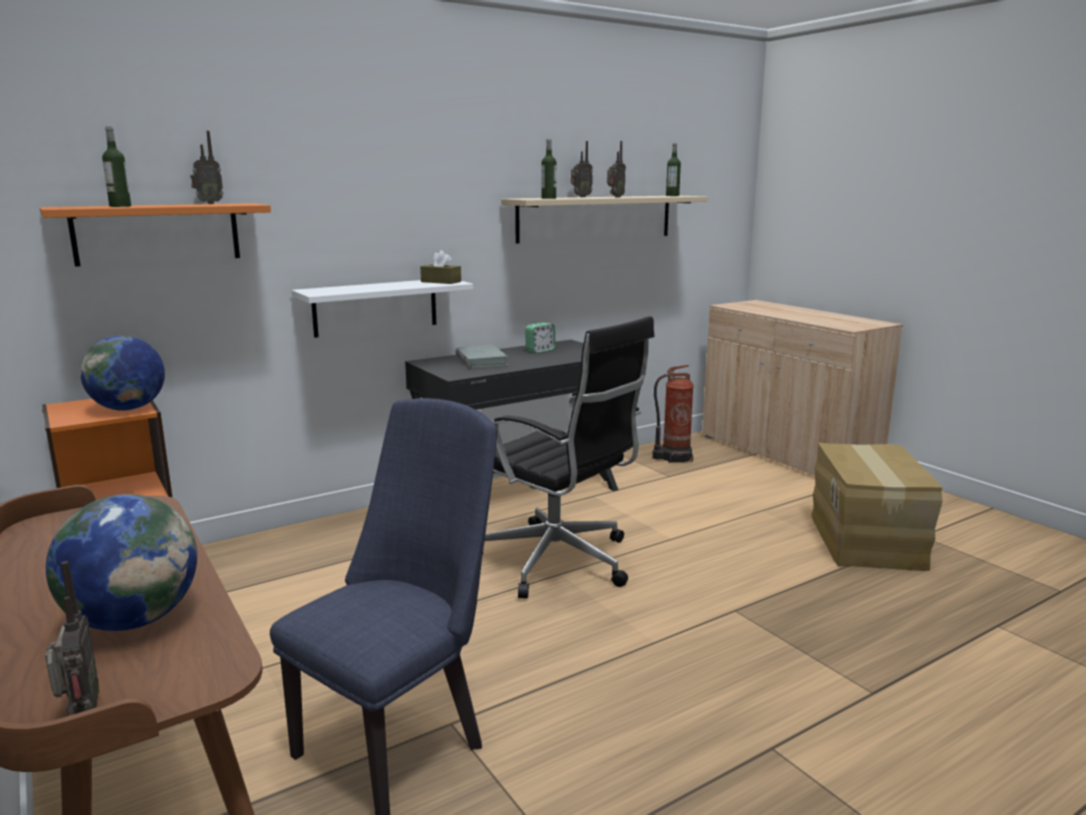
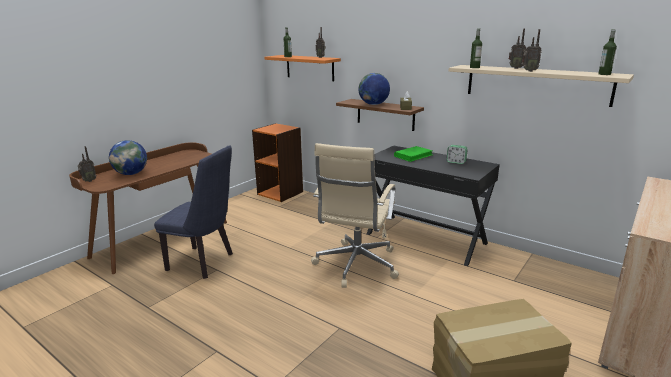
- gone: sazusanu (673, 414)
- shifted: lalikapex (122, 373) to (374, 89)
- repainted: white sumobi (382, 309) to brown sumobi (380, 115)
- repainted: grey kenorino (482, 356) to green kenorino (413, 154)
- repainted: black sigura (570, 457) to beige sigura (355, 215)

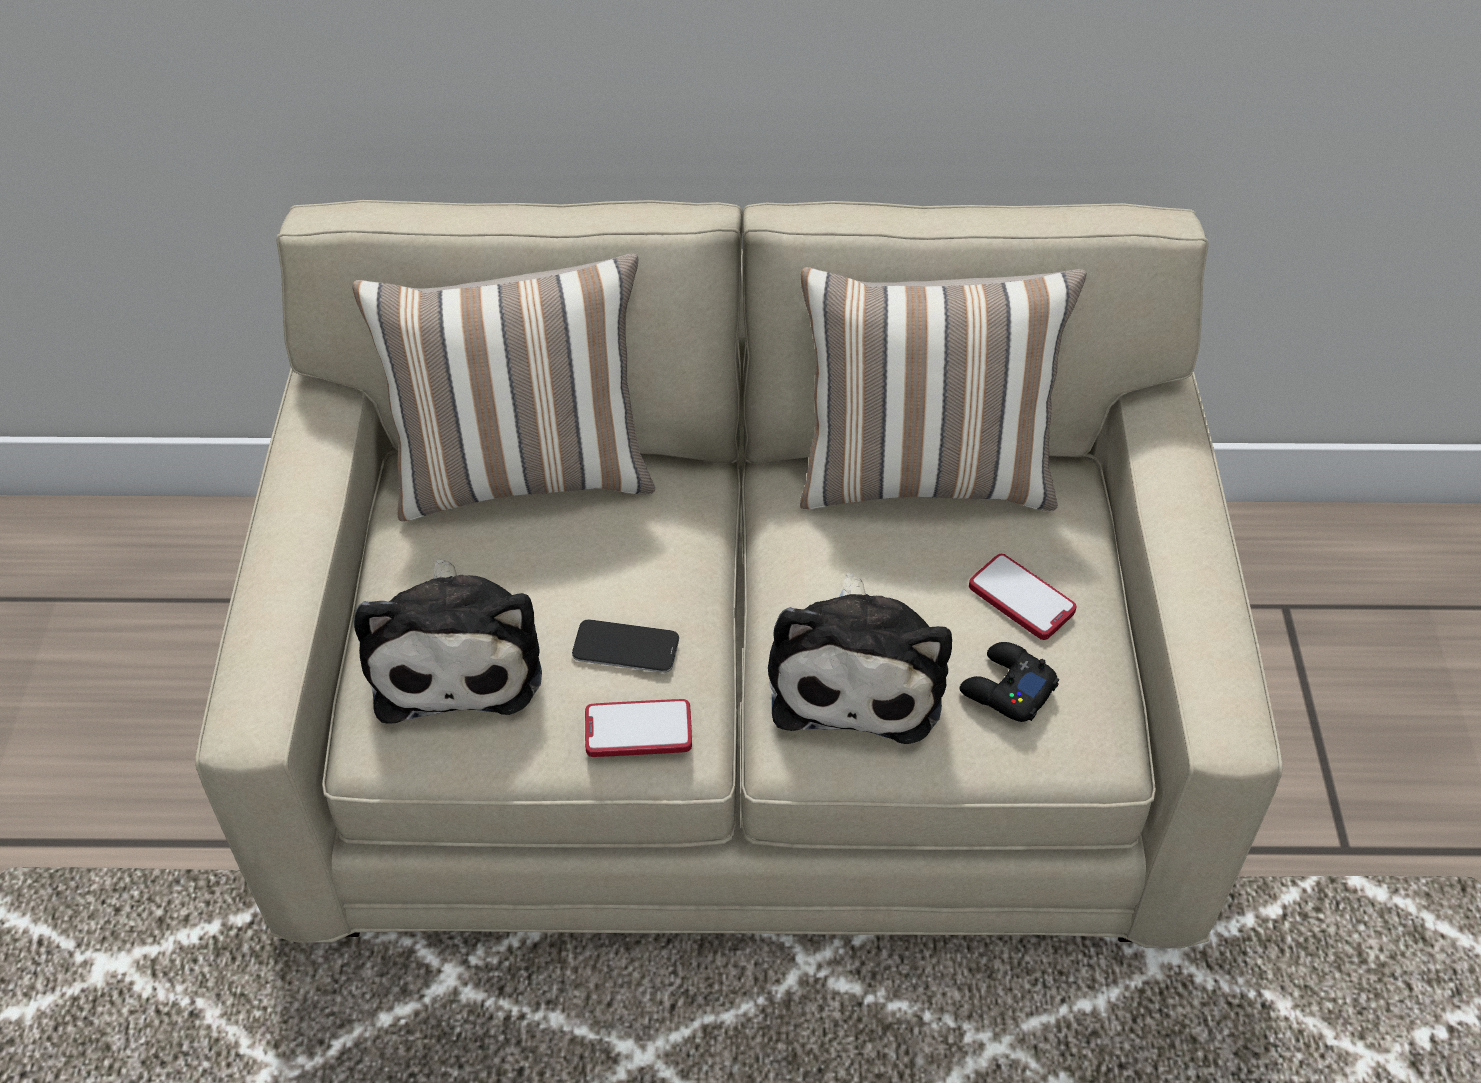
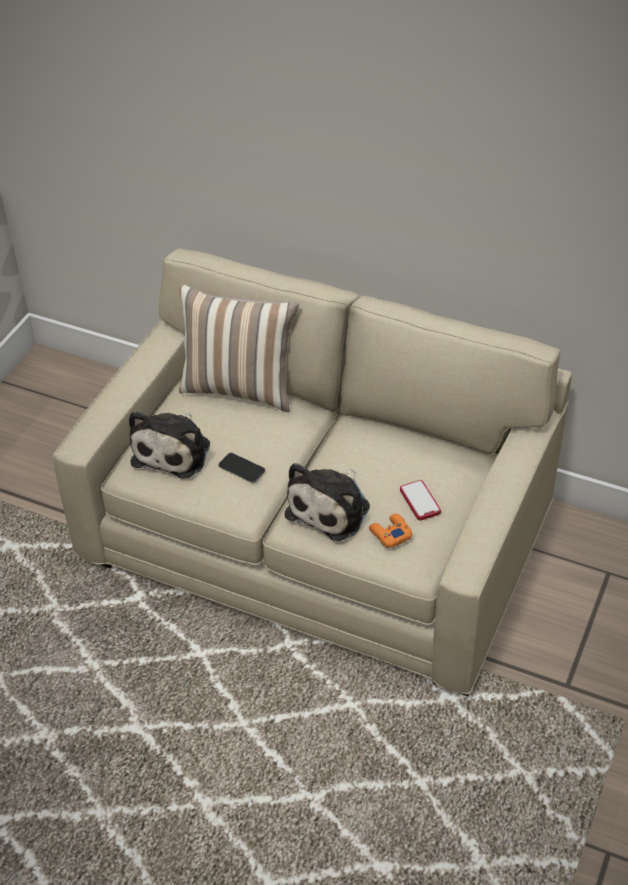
- gone: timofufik (638, 728)
- gone: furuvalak (943, 389)
- repainted: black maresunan (1009, 682) to orange maresunan (390, 531)

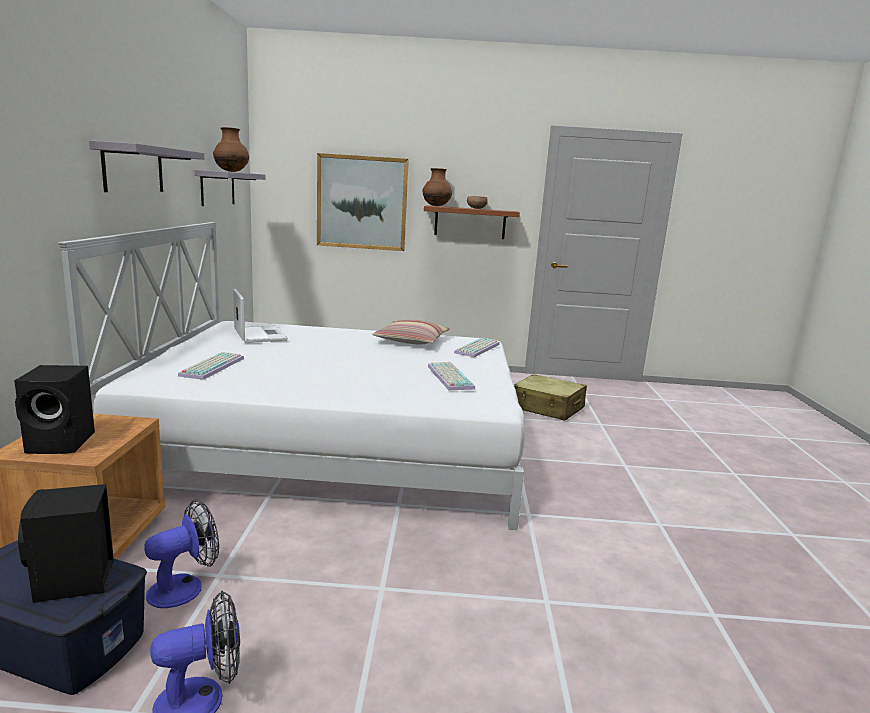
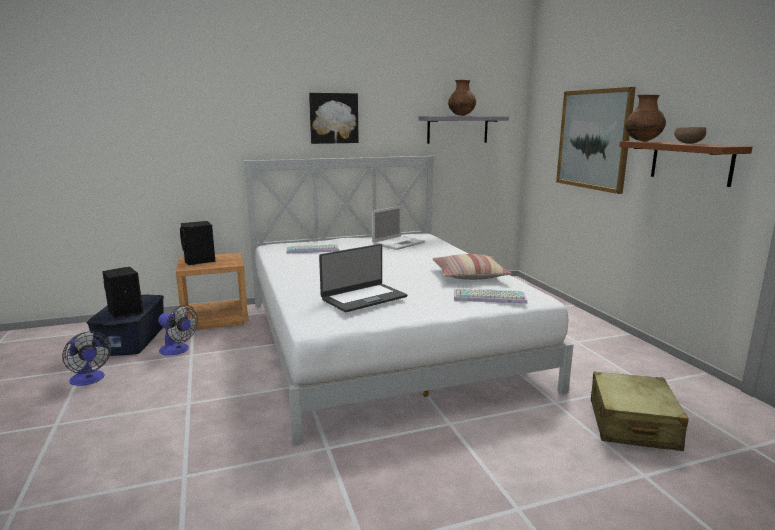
- swapped: grey sumobi (146, 166) to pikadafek (334, 118)
- swapped: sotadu (451, 376) to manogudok (363, 278)

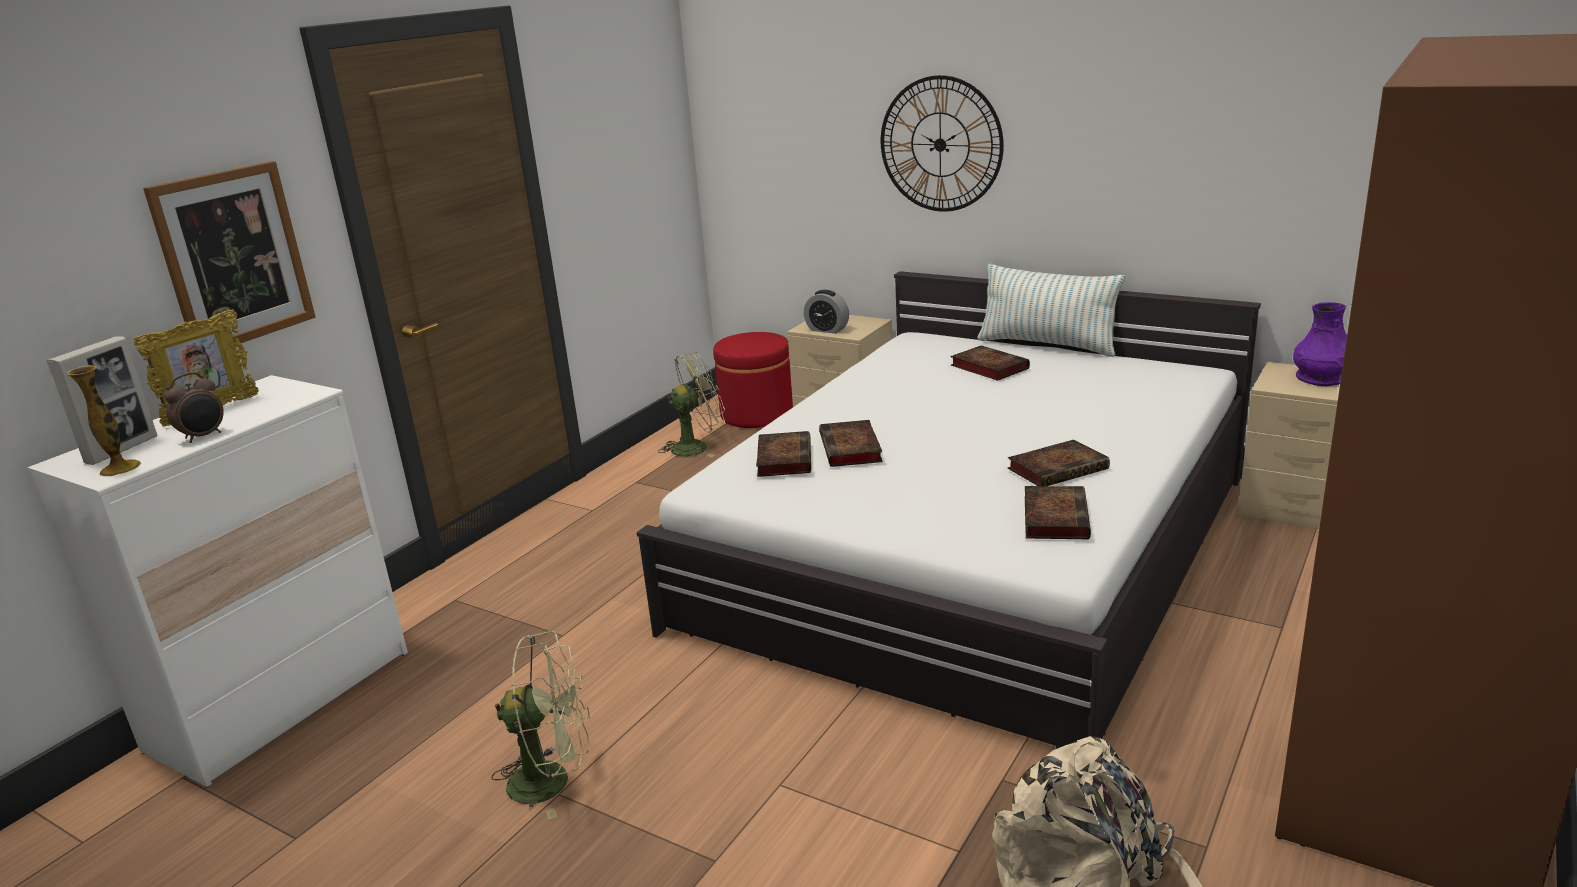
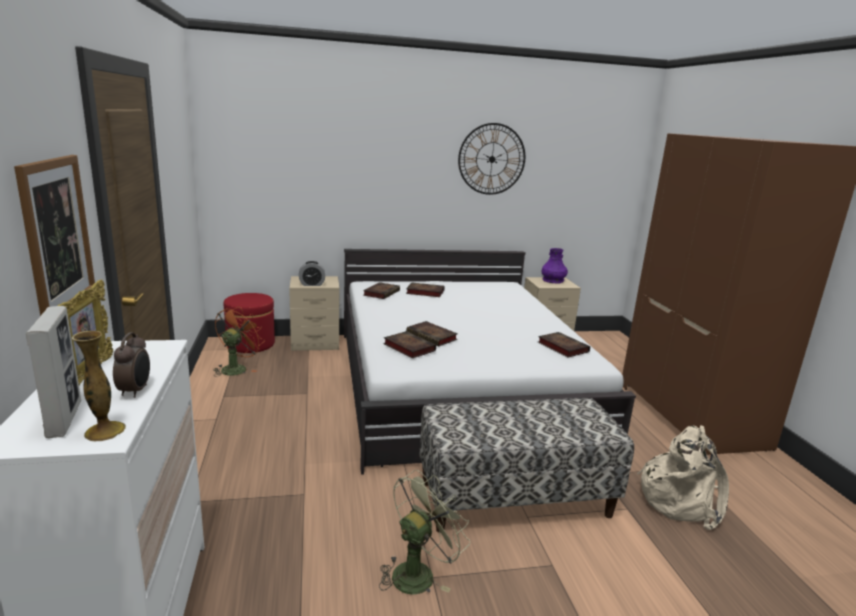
- gone: furuvalak (1051, 310)
- new: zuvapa (526, 465)
- shifted: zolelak (942, 143) to (491, 159)
- shifted: kenorino (1059, 463) to (381, 290)
- repainted: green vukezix (691, 404) to orange vukezix (239, 341)

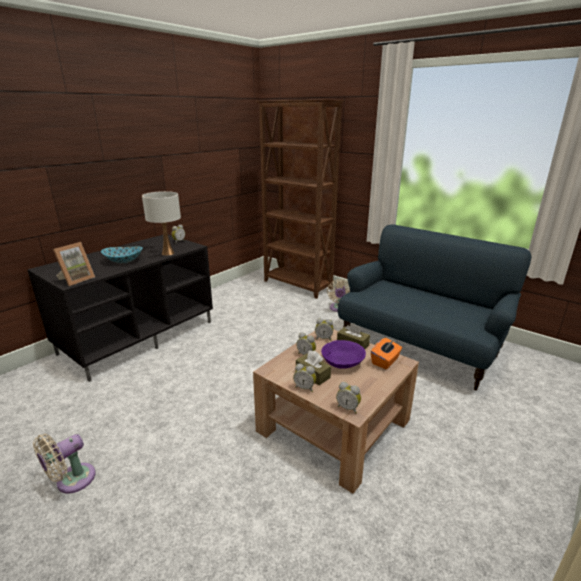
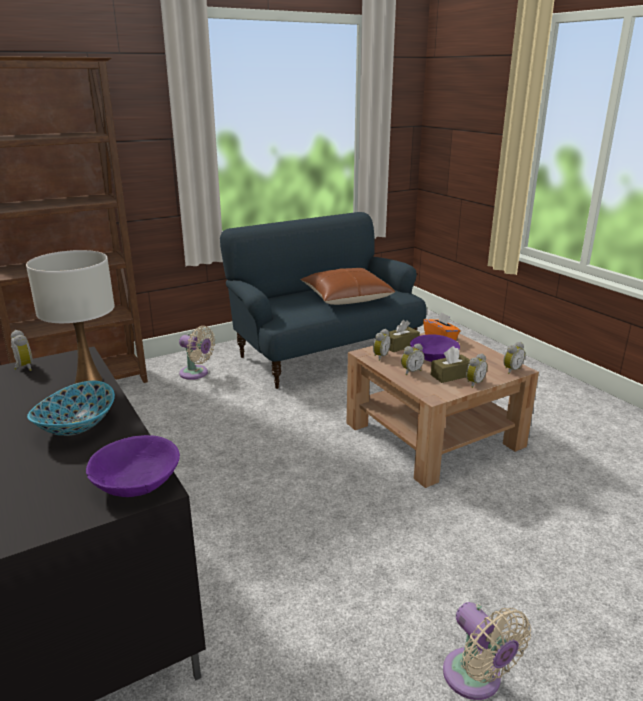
- new: brown furuvalak (347, 286)
- swapped: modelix (74, 264) to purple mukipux (133, 466)

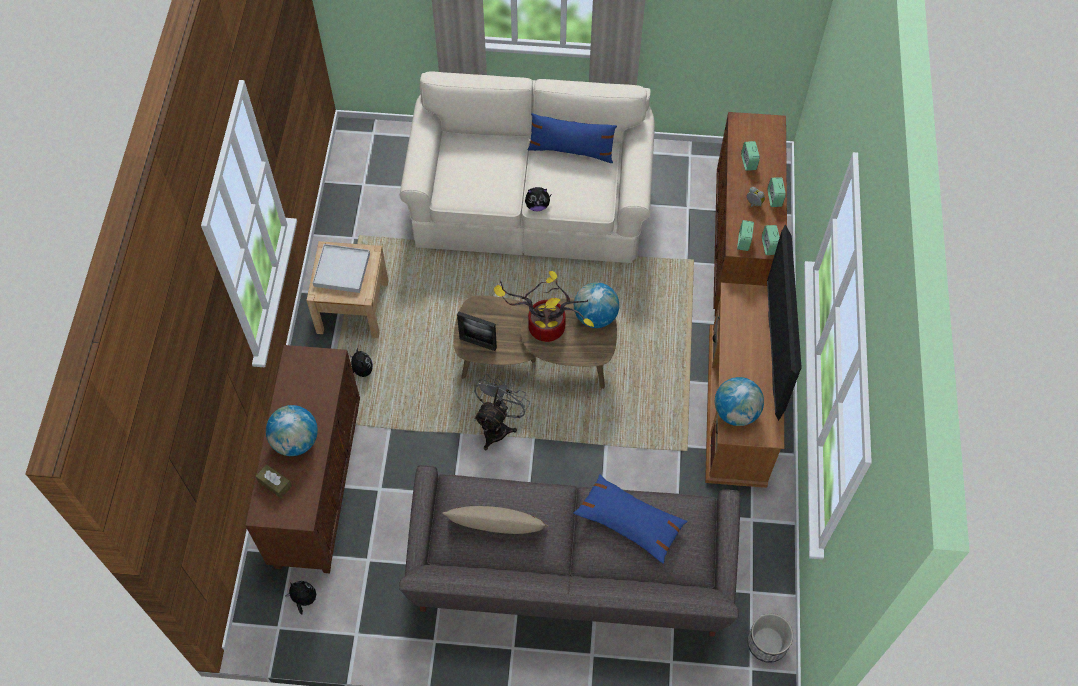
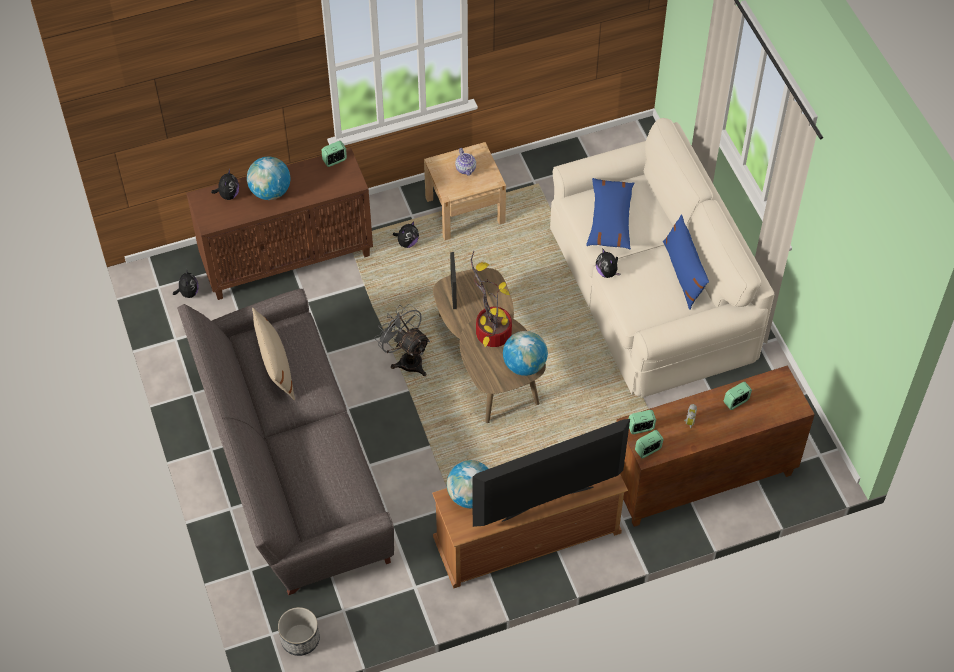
- shifted: blue furuvalak (630, 519) to (610, 213)
- shifted: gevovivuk (777, 192) to (334, 154)
- swapped: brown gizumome (273, 481) to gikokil (225, 184)
- swapped: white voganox (341, 268) to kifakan (465, 162)
- rotated: grey vukezix (502, 412) = (402, 340) 135 degrees counterclockwise

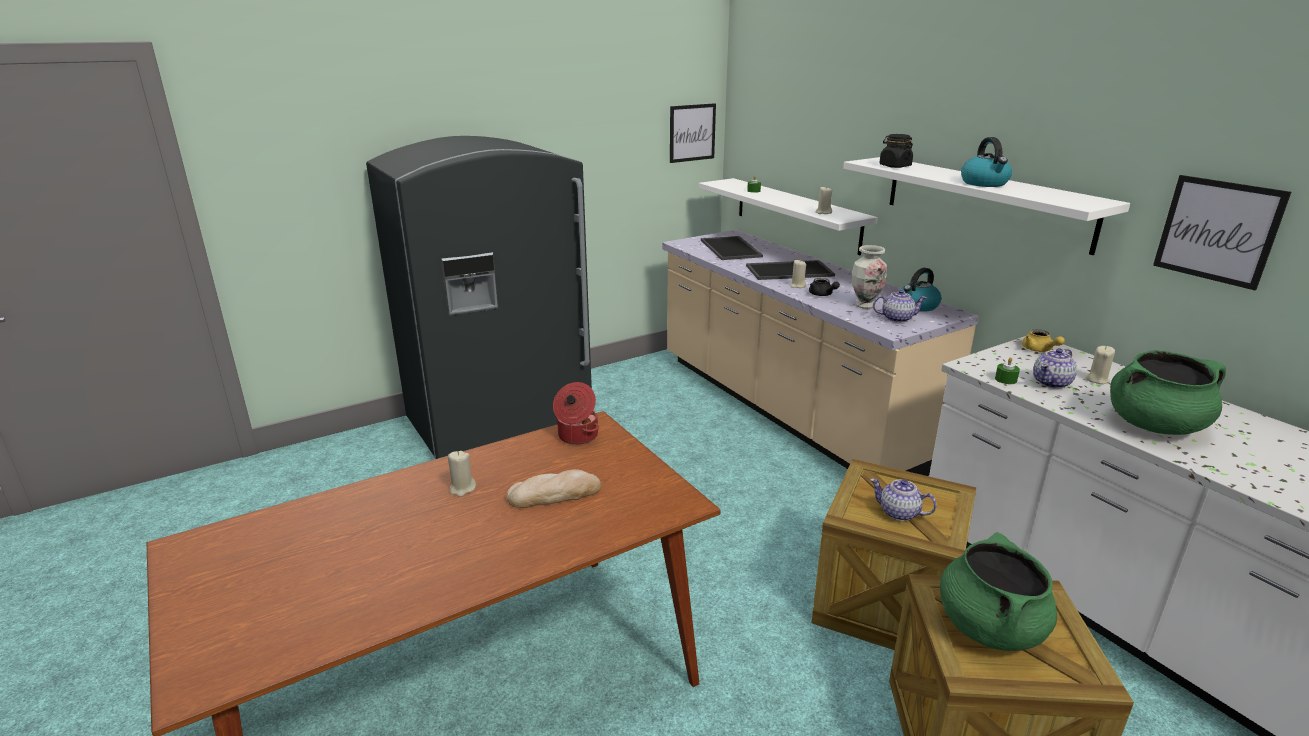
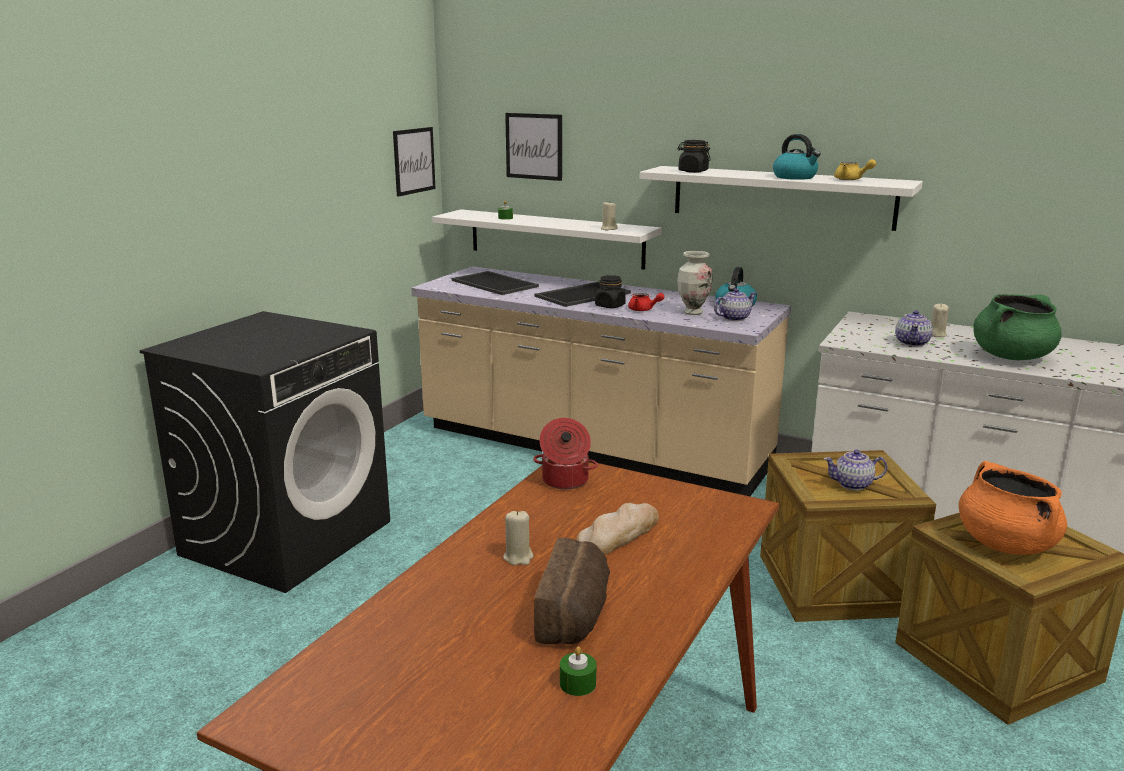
- new: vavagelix (572, 591)
- shifted: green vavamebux (1007, 370) to (578, 671)
- shifted: yellow kifakan (1043, 340) to (855, 169)
- shifted: pikadafek (1222, 232) to (533, 147)
- swapped: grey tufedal (479, 297) to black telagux (264, 452)
- swapped: beige vavamebux (797, 274) to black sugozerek (610, 291)
- repainted: black kifakan (824, 287) to red kifakan (646, 302)
- repainted: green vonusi (998, 591) to orange vonusi (1013, 508)

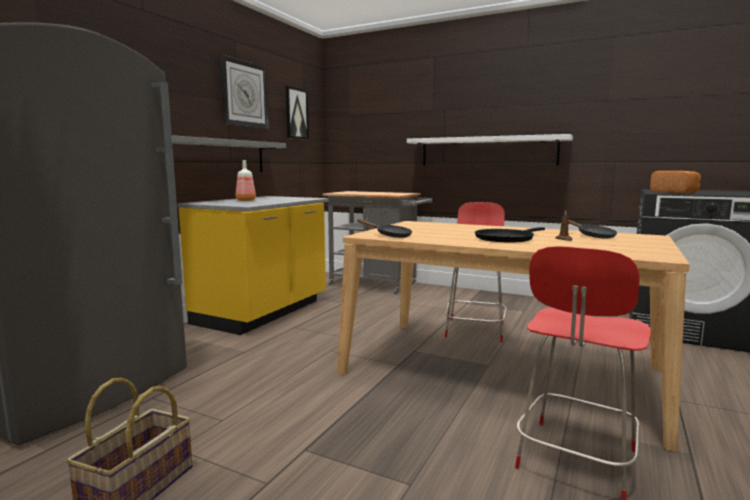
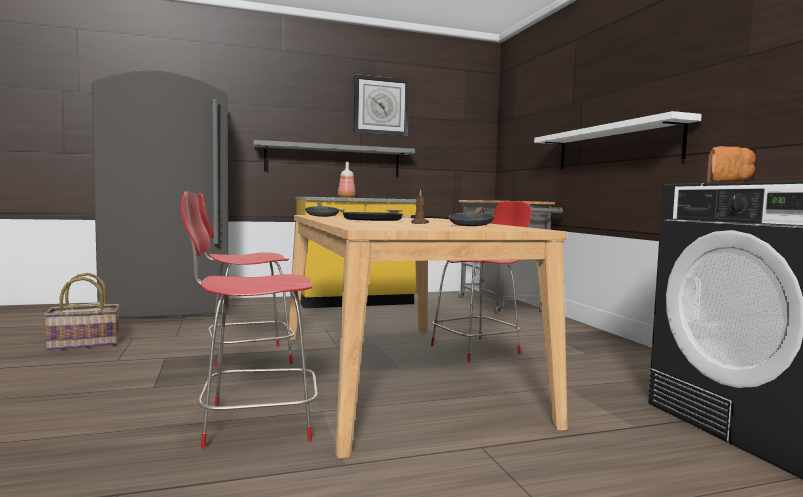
- gone: pikadafek (297, 113)
- new: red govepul (245, 282)

